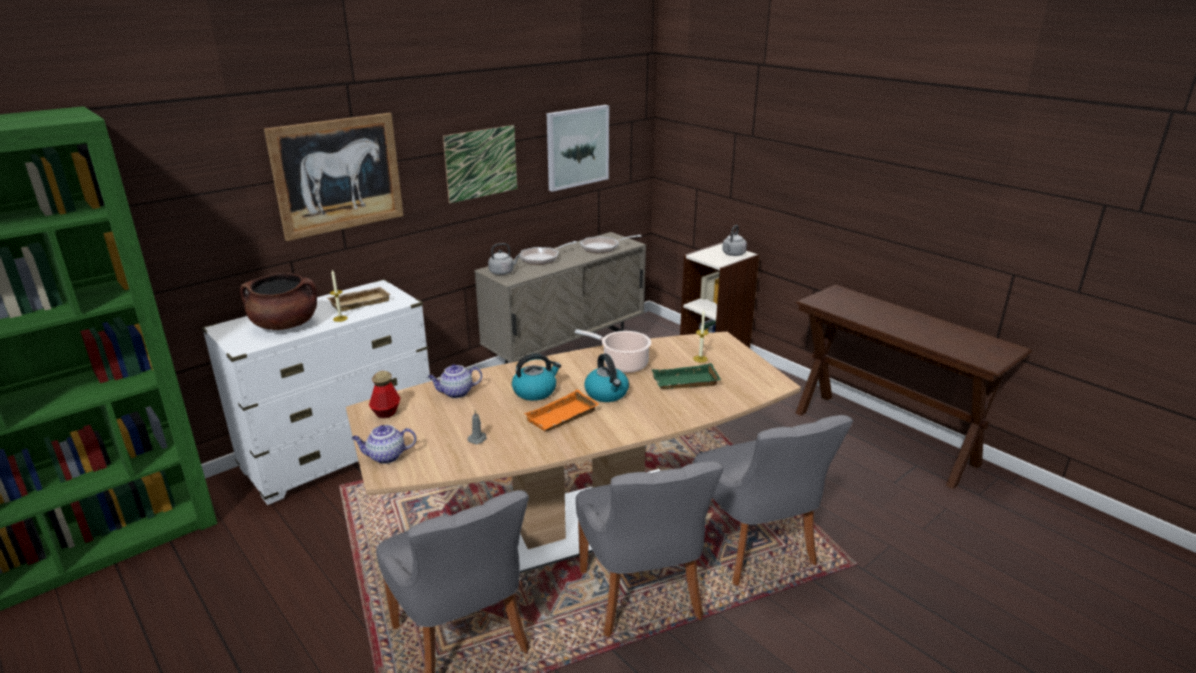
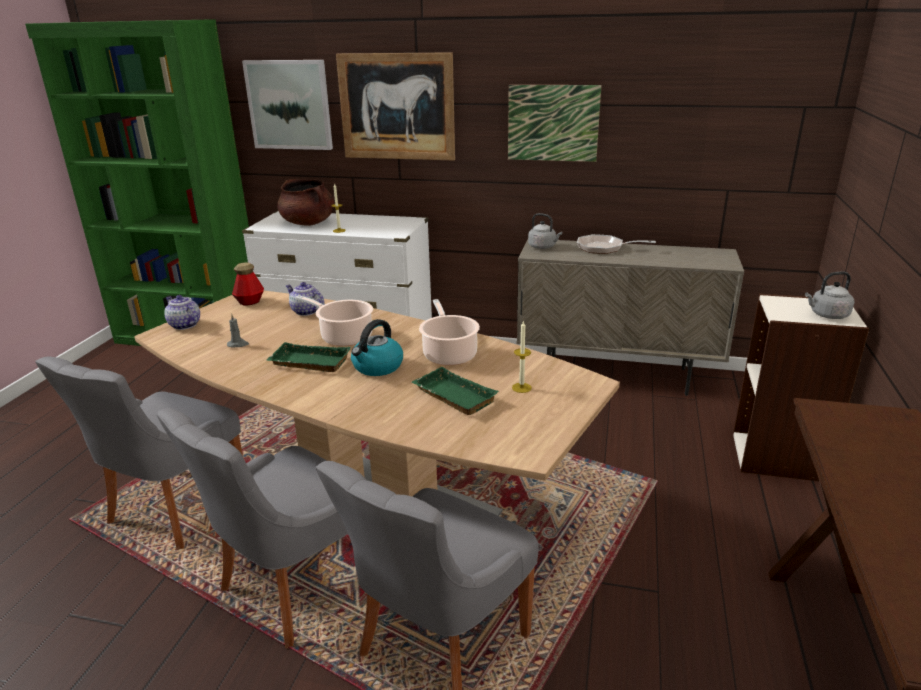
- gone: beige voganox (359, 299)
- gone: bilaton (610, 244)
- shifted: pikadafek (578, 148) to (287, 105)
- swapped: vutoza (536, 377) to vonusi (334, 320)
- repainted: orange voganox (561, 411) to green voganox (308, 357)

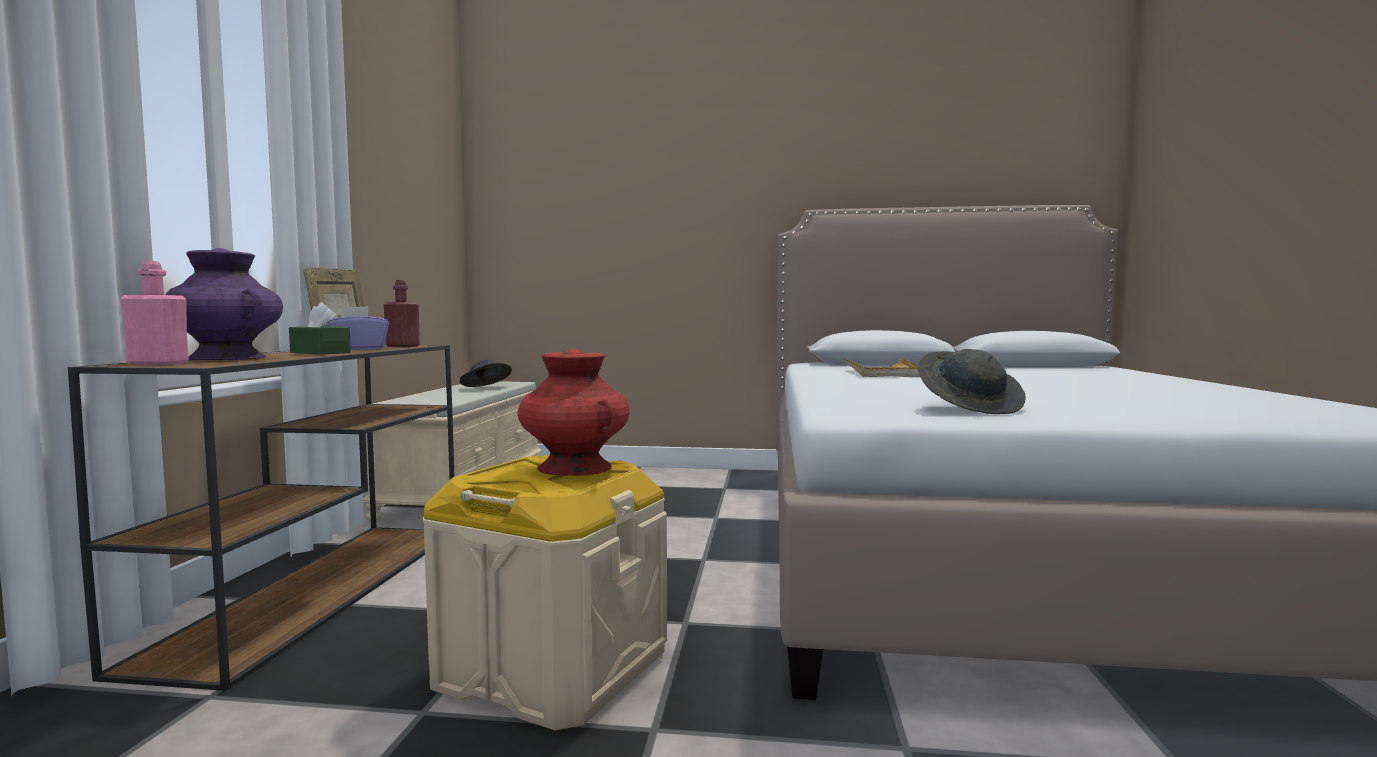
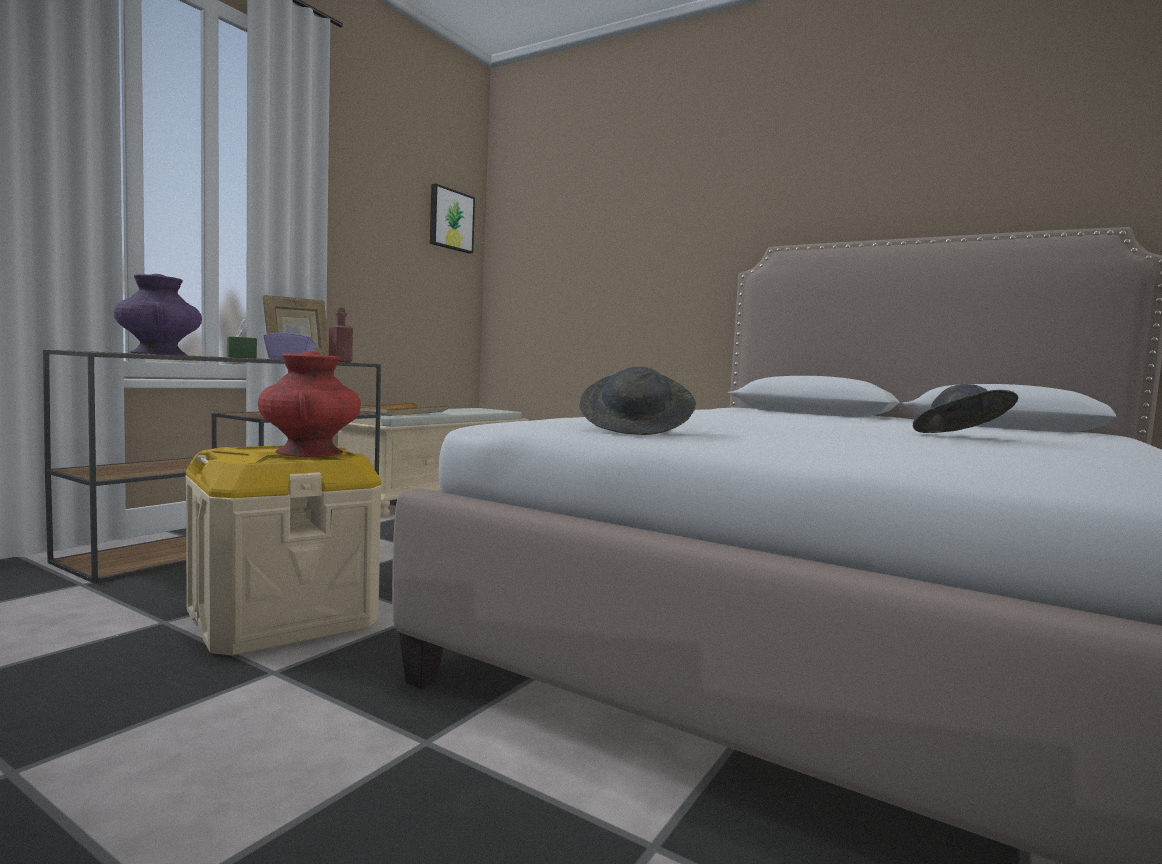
- gone: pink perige (154, 313)
- new: pikadafek (452, 218)
- shifted: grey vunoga (486, 373) to (965, 408)
- shifted: beige voganox (882, 367) to (404, 409)

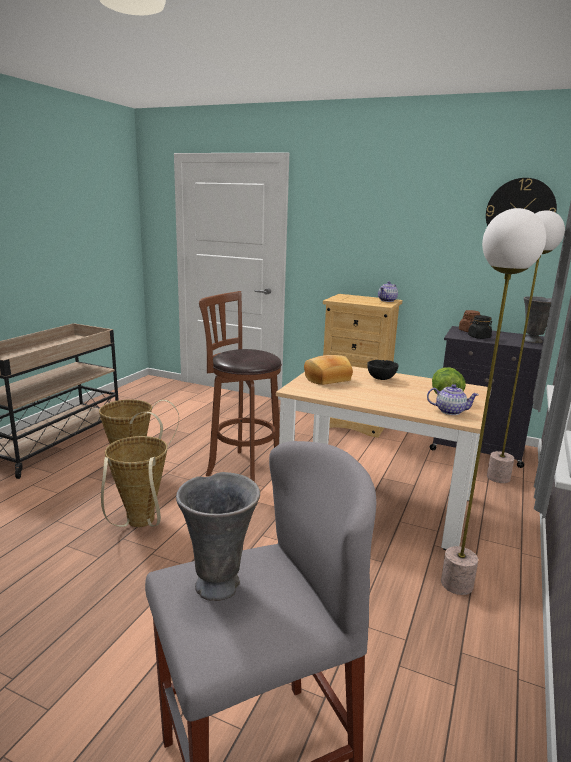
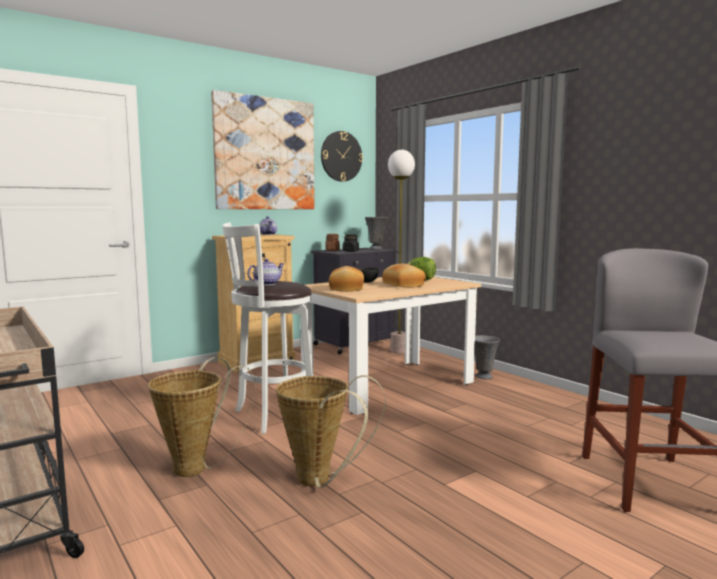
- gone: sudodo (493, 401)
- new: pikadafek (263, 149)
- new: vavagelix (404, 276)
- shifted: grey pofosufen (218, 536) to (487, 357)
- shifted: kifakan (453, 399) to (265, 272)
- repainted: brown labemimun (240, 386) to white labemimun (267, 328)

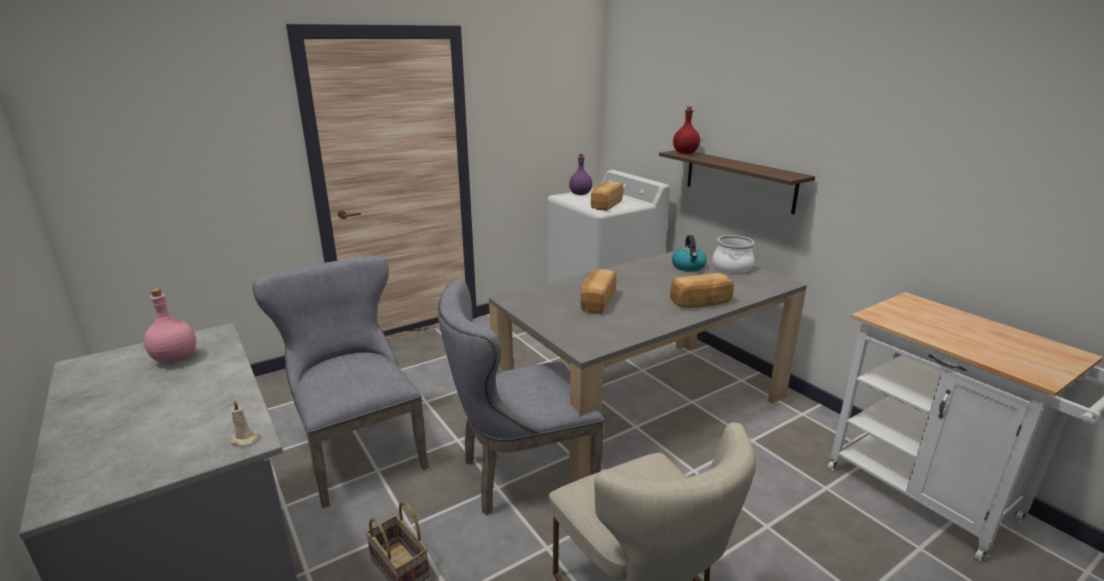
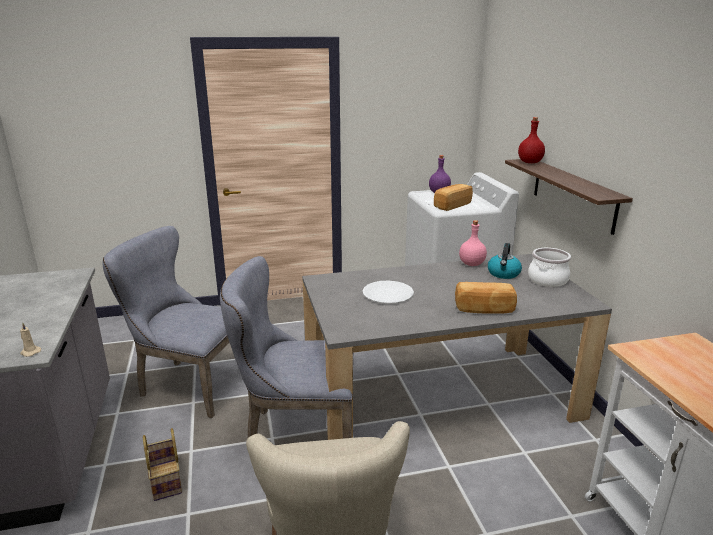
- shifted: pink perige (170, 326) to (473, 243)
- swapped: vavagelix (598, 291) to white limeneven (388, 292)
- rotated: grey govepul (341, 382) = (166, 322) 60 degrees counterclockwise

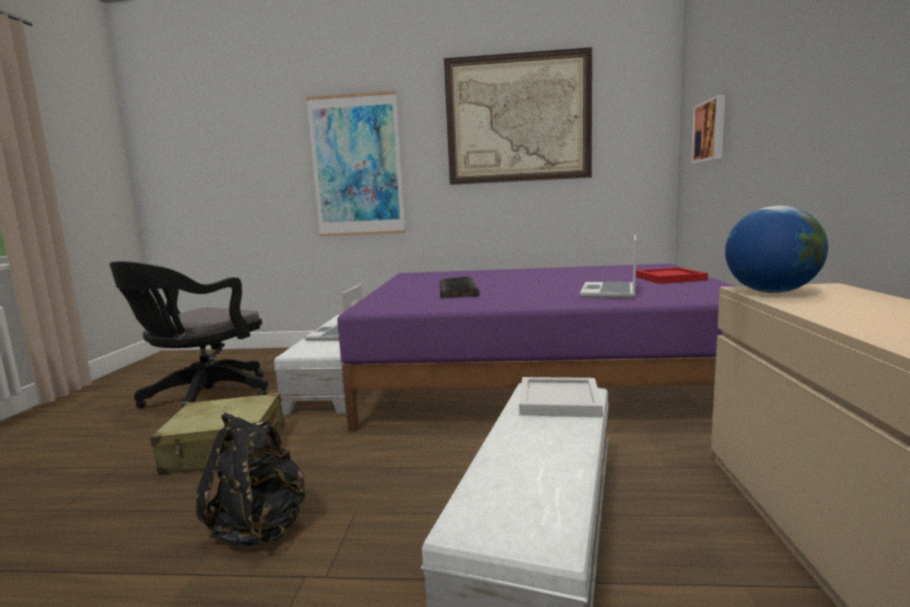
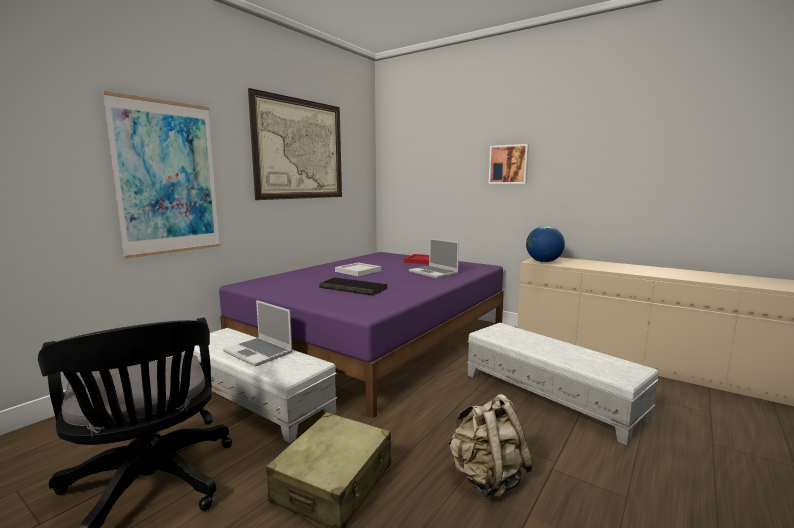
- shifted: white voganox (561, 397) to (358, 269)
- shifted: pikadafek (708, 129) to (509, 164)
- repainted: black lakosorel (250, 479) to beige lakosorel (491, 446)

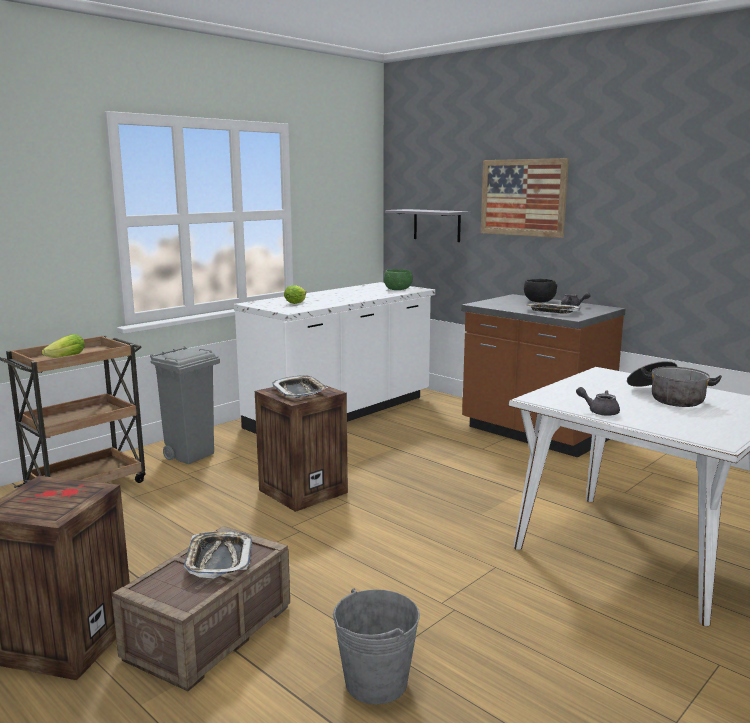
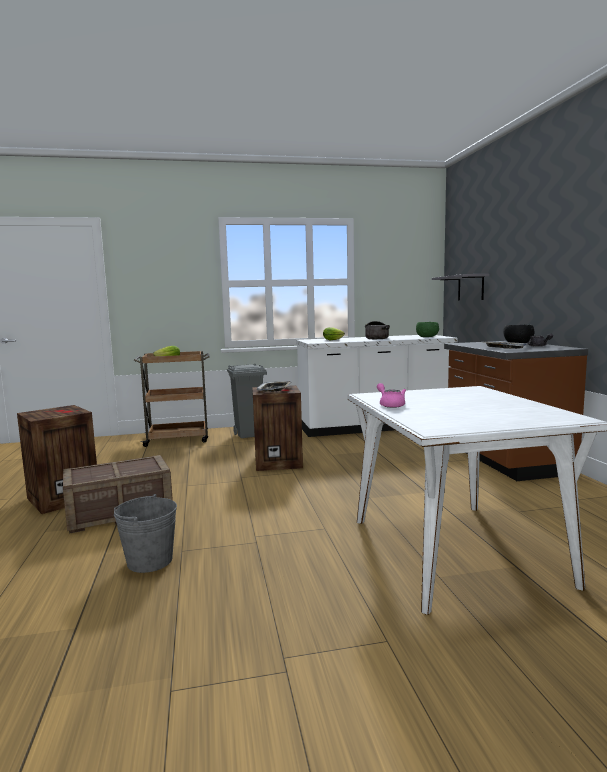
- gone: voganox (218, 554)
- gone: pikadafek (525, 198)
- shifted: vonusi (674, 384) to (377, 330)
- repainted: grey kifakan (598, 401) to pink kifakan (391, 395)

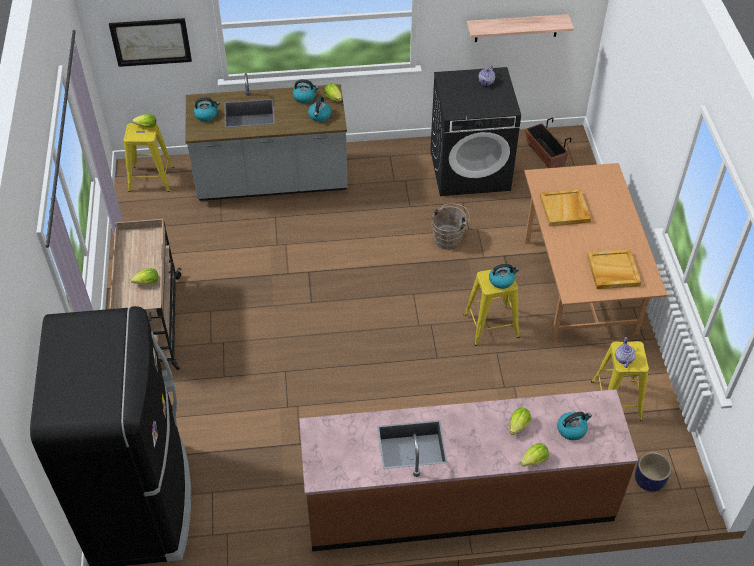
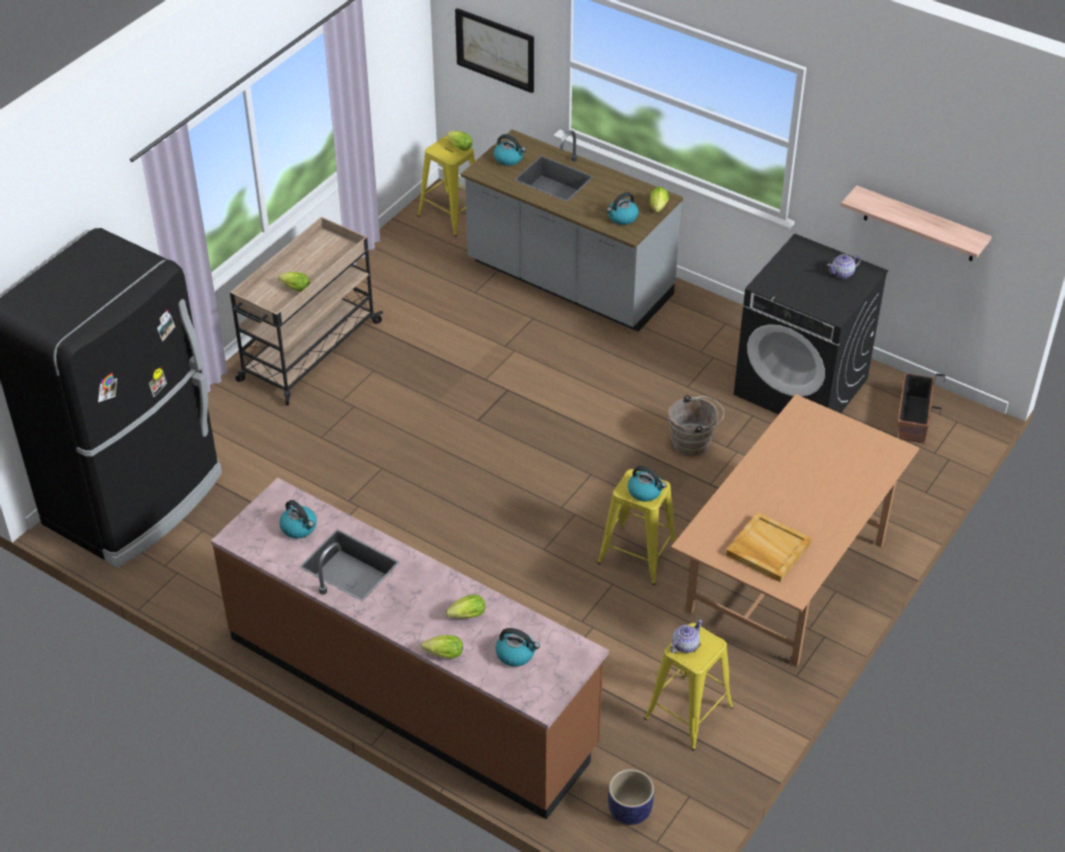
- gone: beige voganox (565, 208)
- shifted: vutoza (306, 91) to (298, 519)

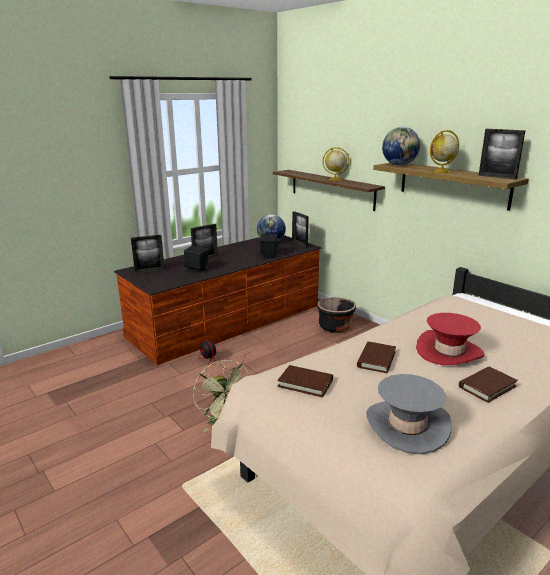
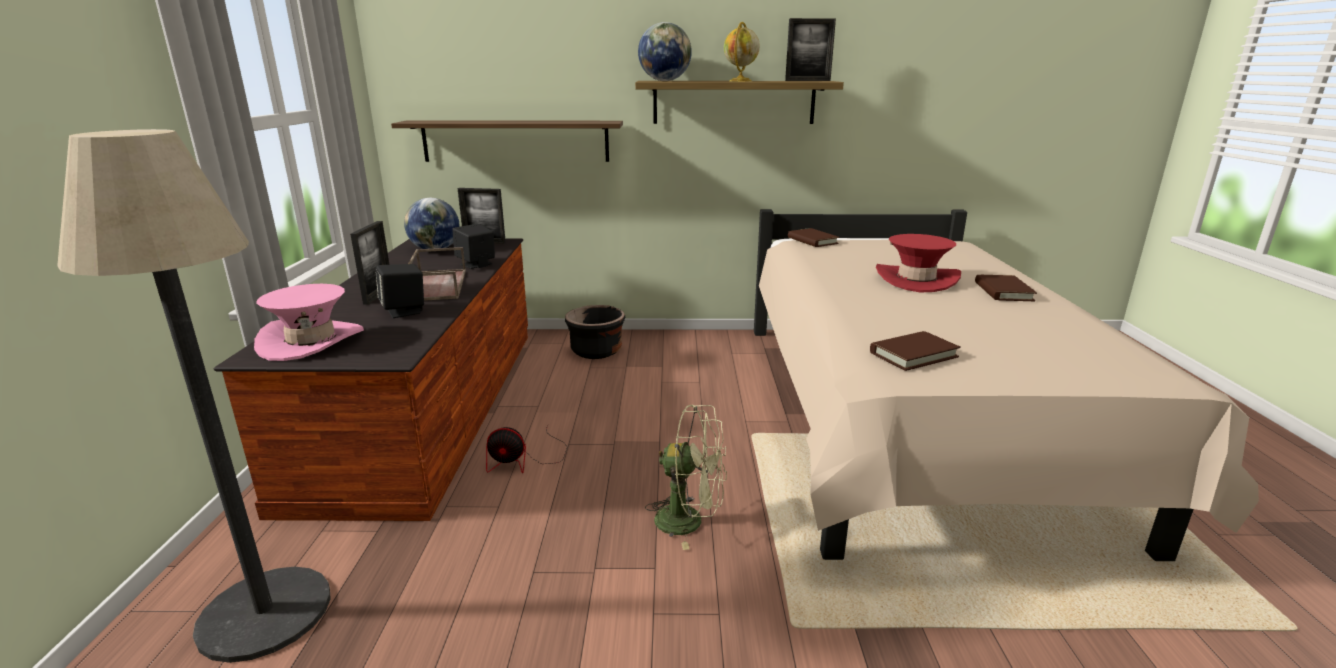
- gone: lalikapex (335, 164)
- gone: grey vunoga (409, 414)
- new: sudodo (194, 396)
- new: brown voganox (437, 274)
- shifted: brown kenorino (376, 357) to (813, 237)
- swapped: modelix (148, 254) to pink vunoga (309, 322)

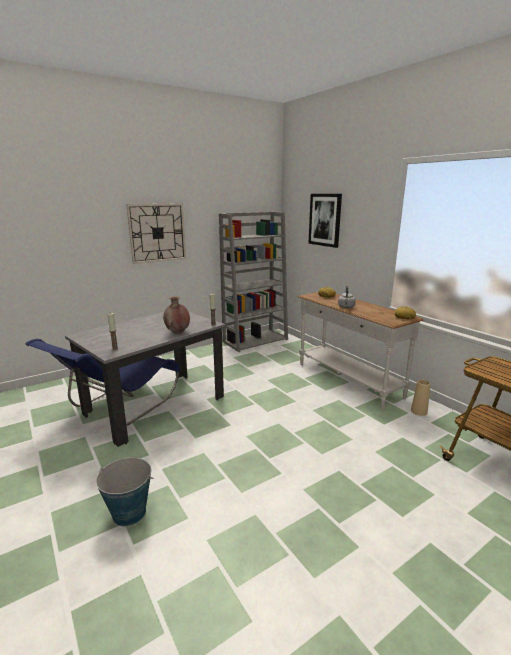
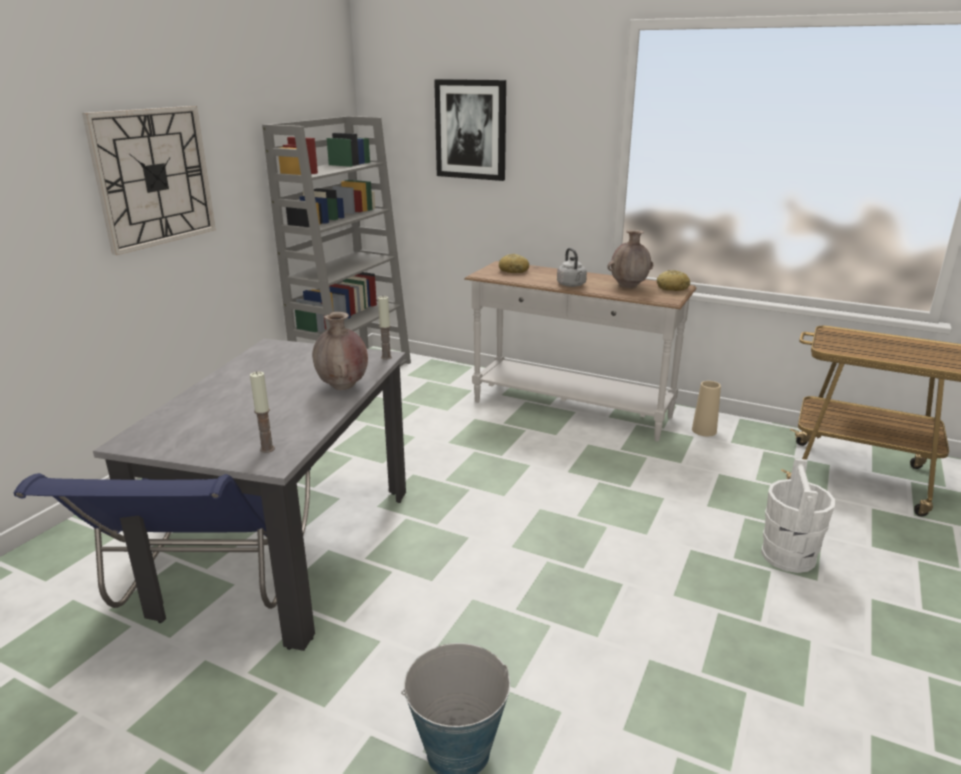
- new: brown pofosufen (630, 259)
- new: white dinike (798, 515)

